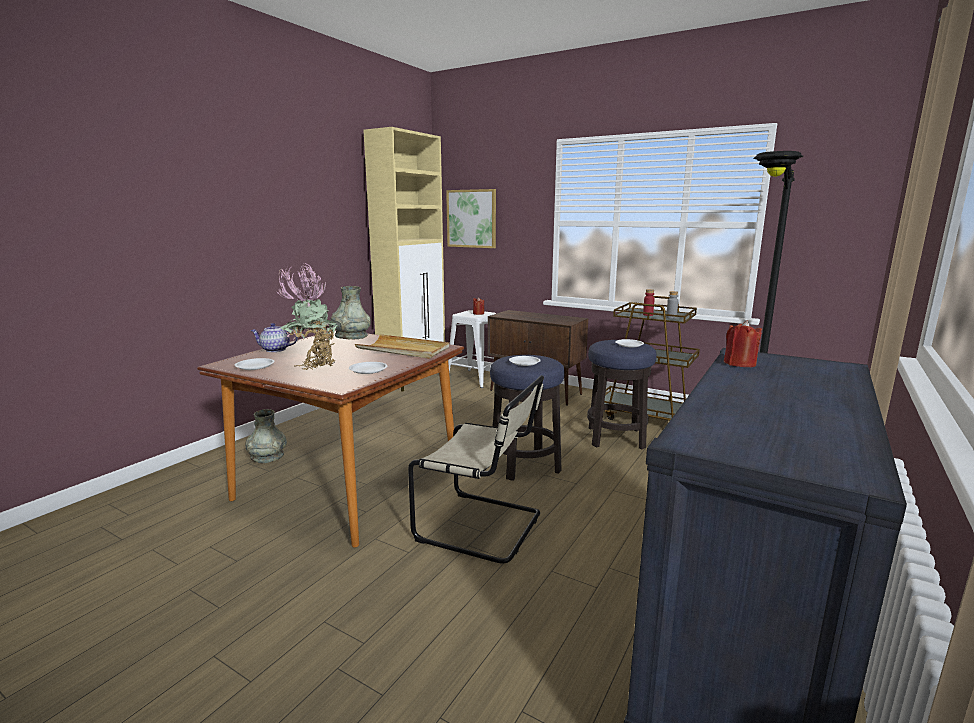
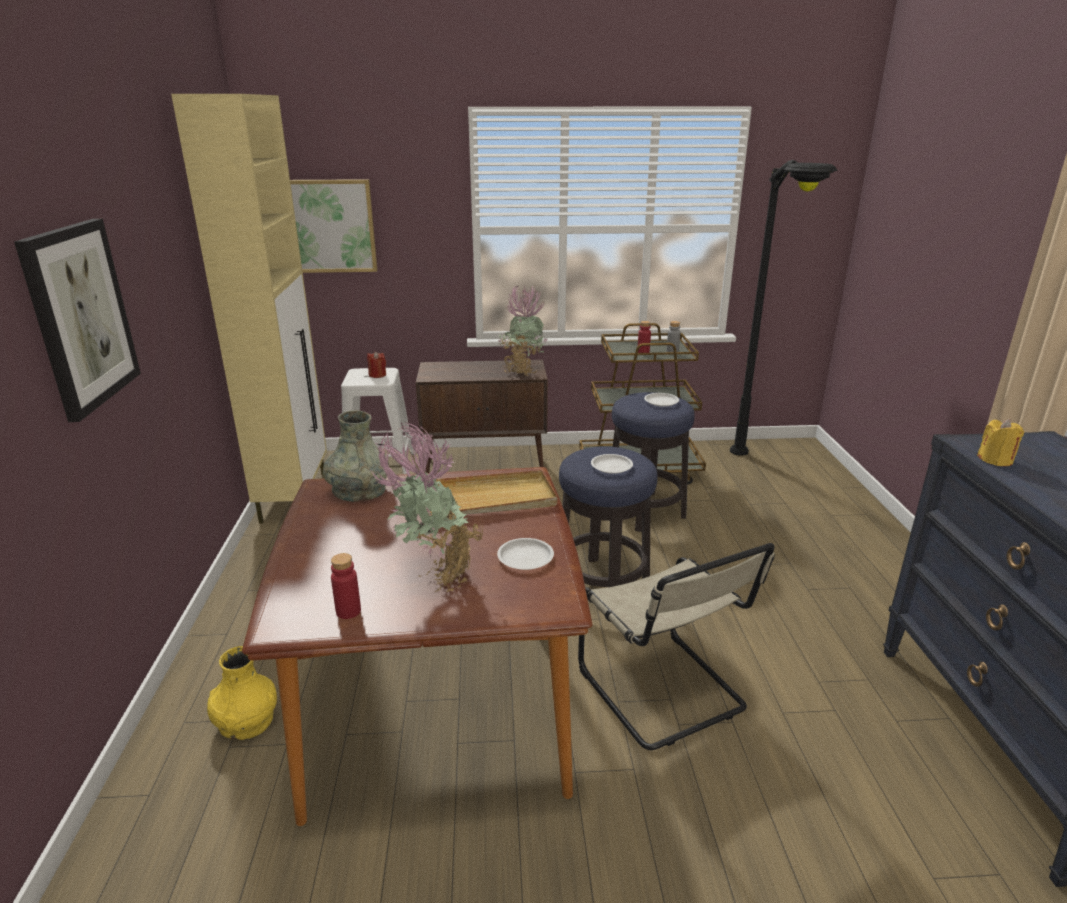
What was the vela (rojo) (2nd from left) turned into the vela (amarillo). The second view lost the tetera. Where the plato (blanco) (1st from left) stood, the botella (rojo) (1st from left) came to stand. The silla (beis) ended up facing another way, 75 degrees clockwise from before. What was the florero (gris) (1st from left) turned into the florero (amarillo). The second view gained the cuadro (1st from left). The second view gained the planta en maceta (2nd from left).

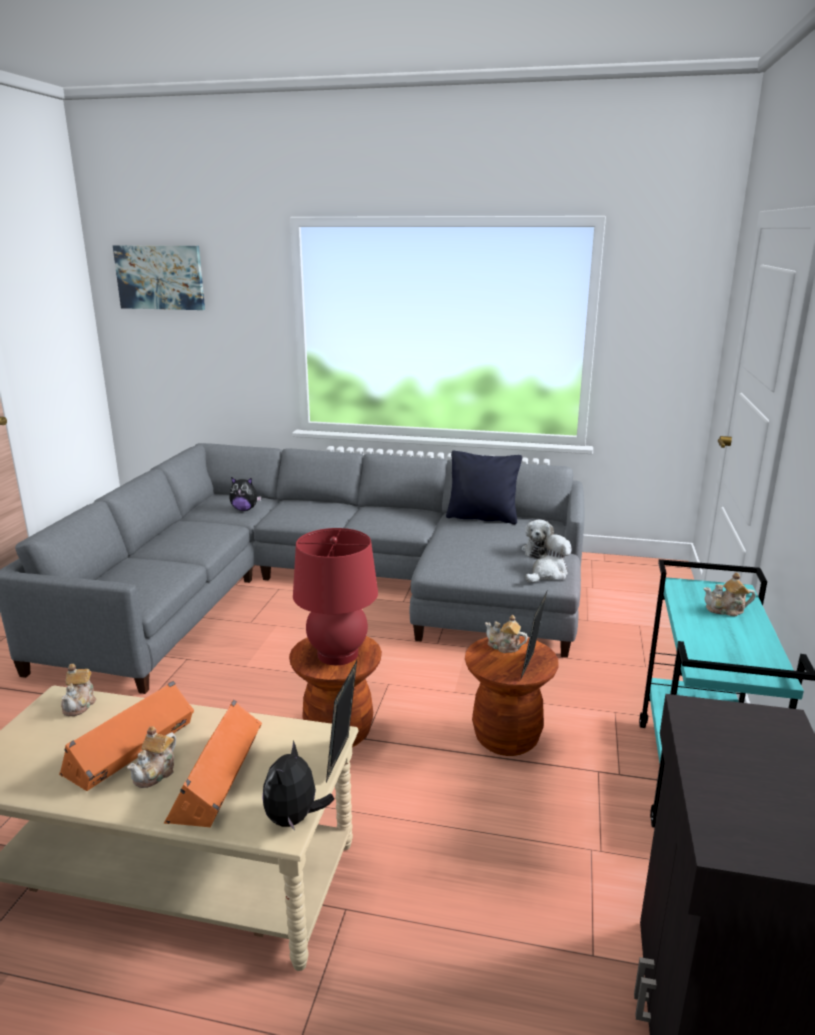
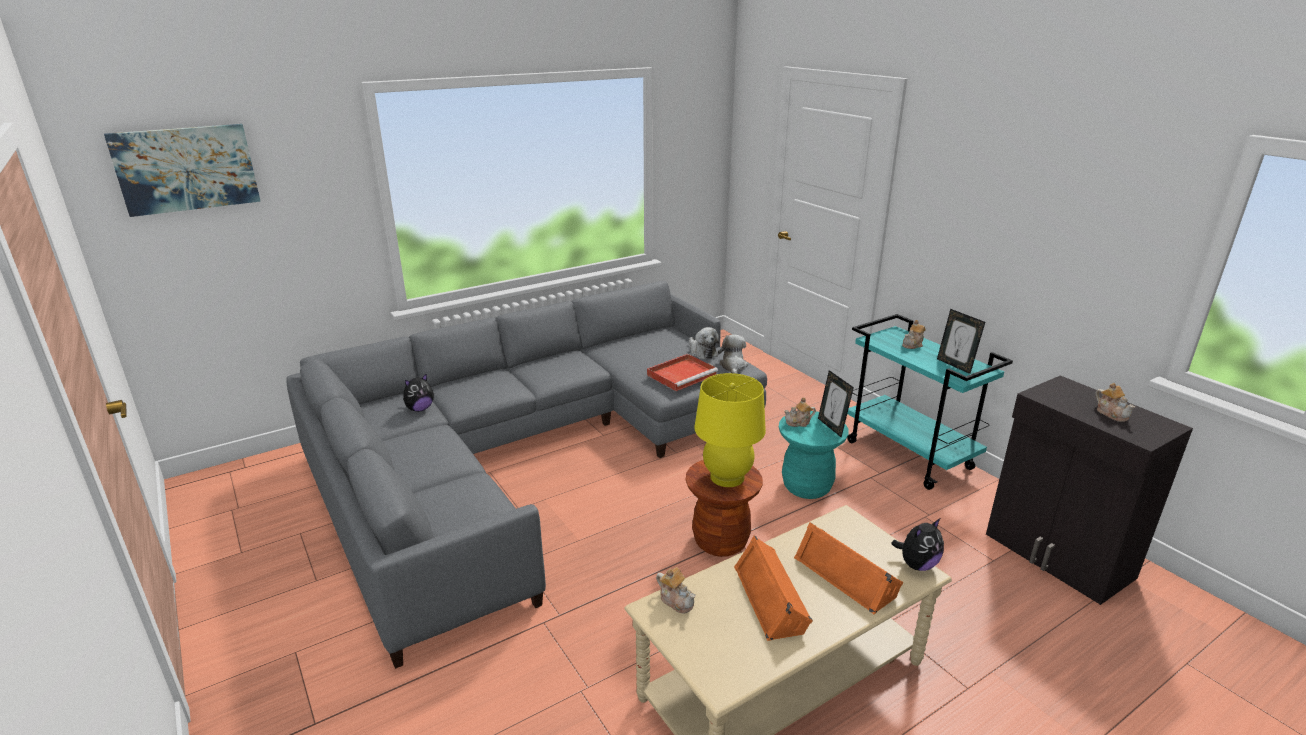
The second view lost the cojín (negro). What was the lámpara de mesa (rojo) turned into the lámpara de mesa (amarillo). What was the taburete (marrón) (2nd from left) turned into the taburete (turquesa). The portarretratos (1st from left in the first image) ended up elsewhere. The tetera (2nd from left in the first image) ended up elsewhere. The peluche (2nd from left in the first image) ended up facing another way, 90 degrees counterclockwise from before. The second view gained the bandeja (rojo).

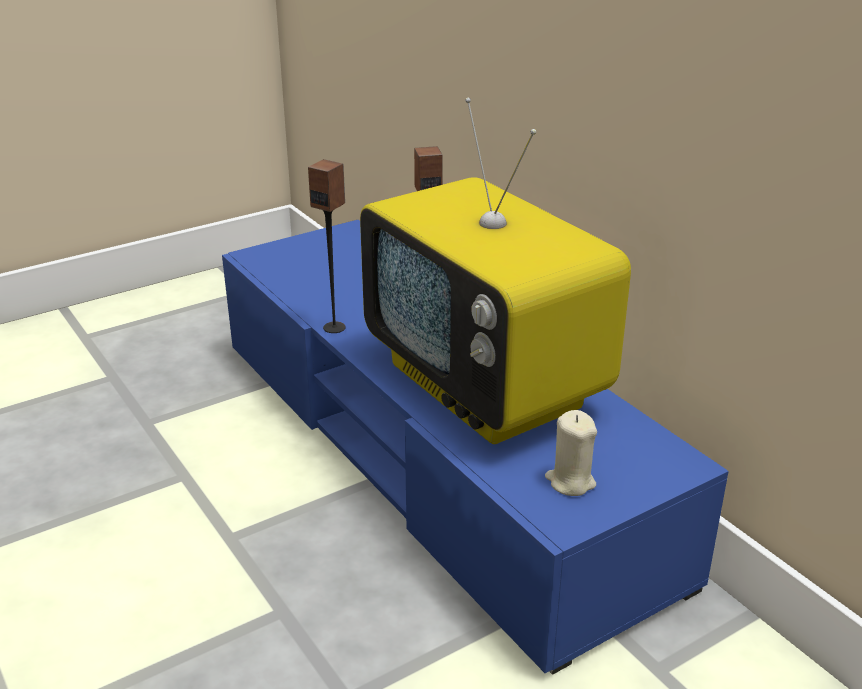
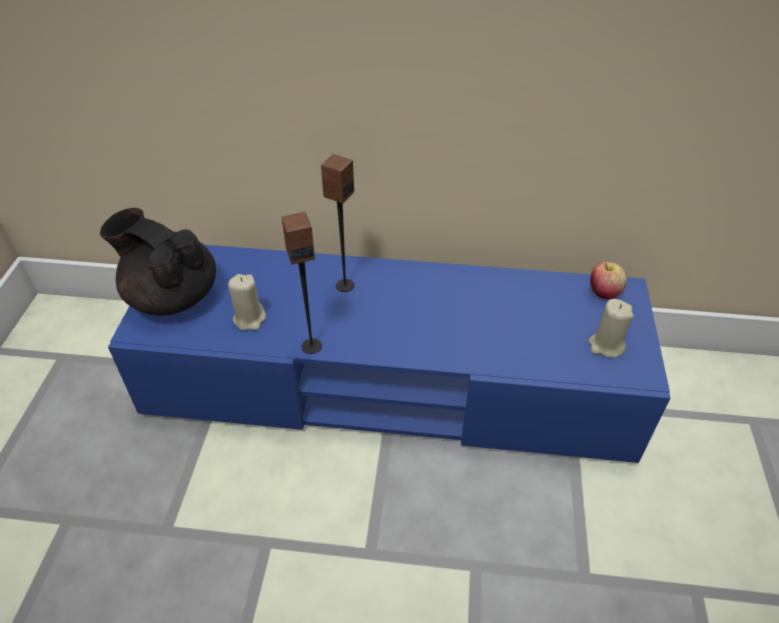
The second view lost the televisor. The second view gained the tetera (negro). The second view gained the manzana. The second view gained the vela (beis) (1st from left).

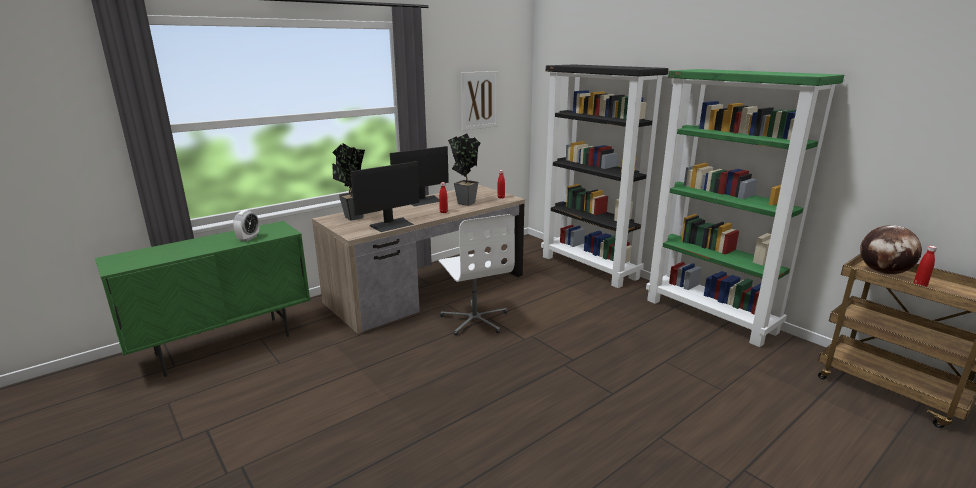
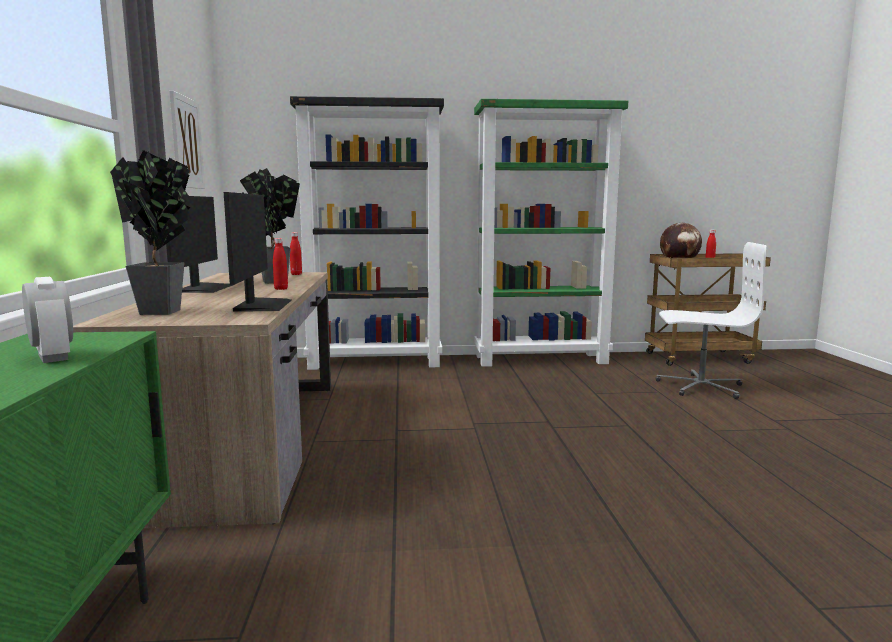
The silla de oficina (blanco) ended up elsewhere.

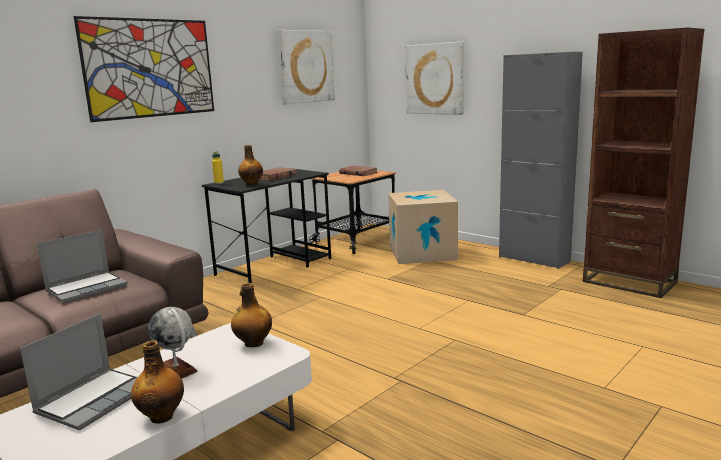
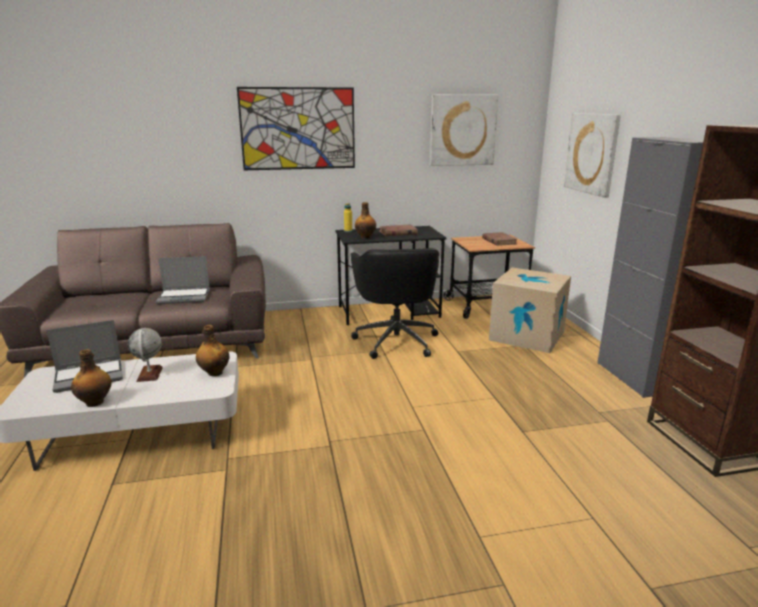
The second view gained the silla de oficina (negro).

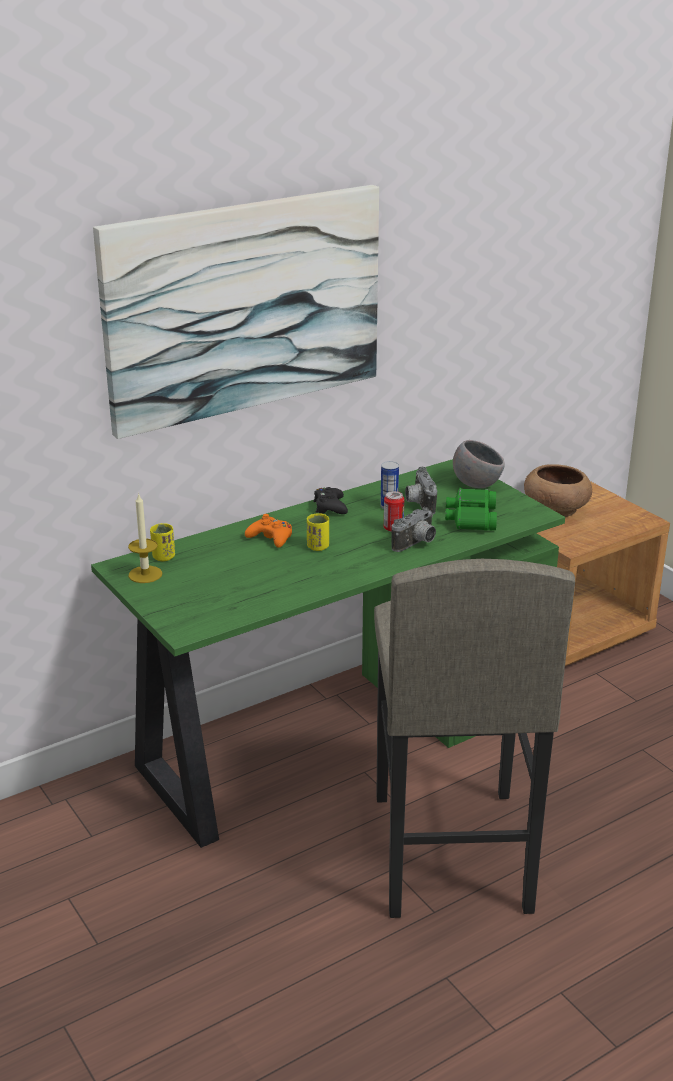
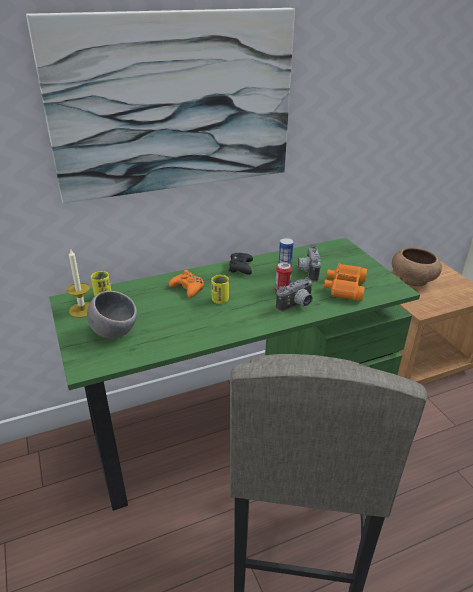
The cuenco (gris) ended up elsewhere. What was the prismáticos (verde) turned into the prismáticos (naranja).

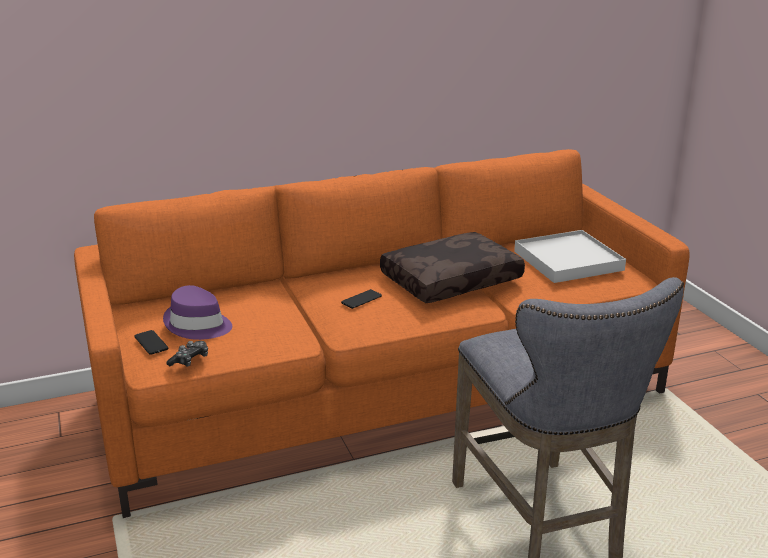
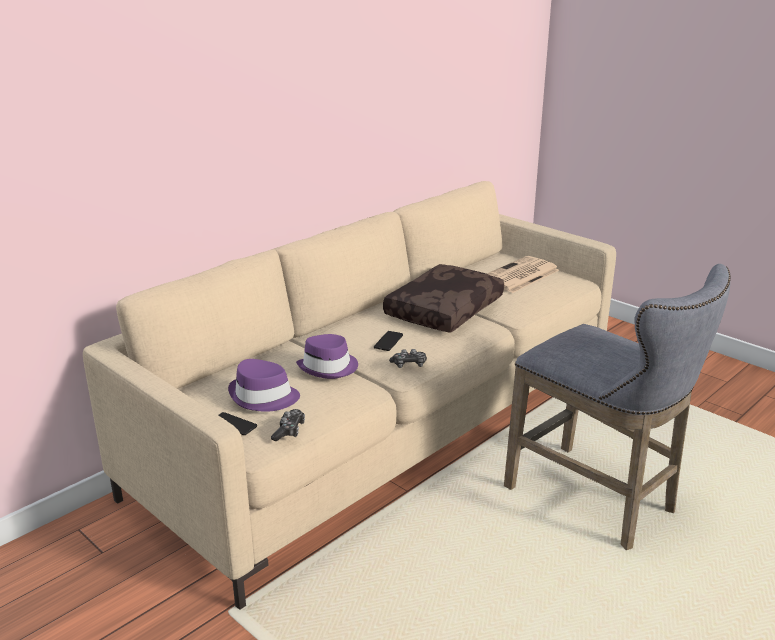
What was the sofá (naranja) turned into the sofá (beis). Where the bandeja (blanco) stood, the periódico came to stand. The second view gained the sombrero (morado) (2nd from left). The second view gained the mando de consola (2nd from left).

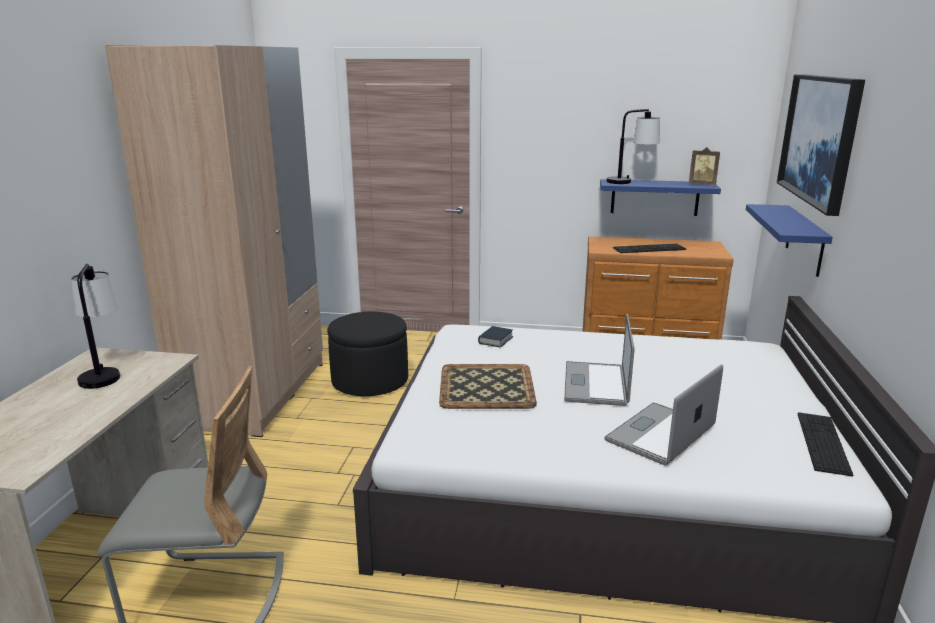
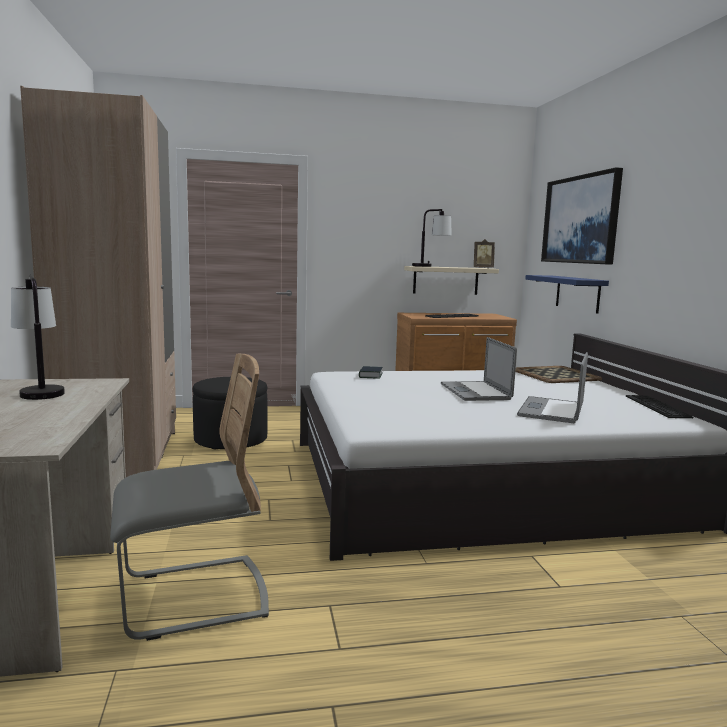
What was the estante (azul) (1st from left) turned into the estante (beis). The bandeja ended up elsewhere.

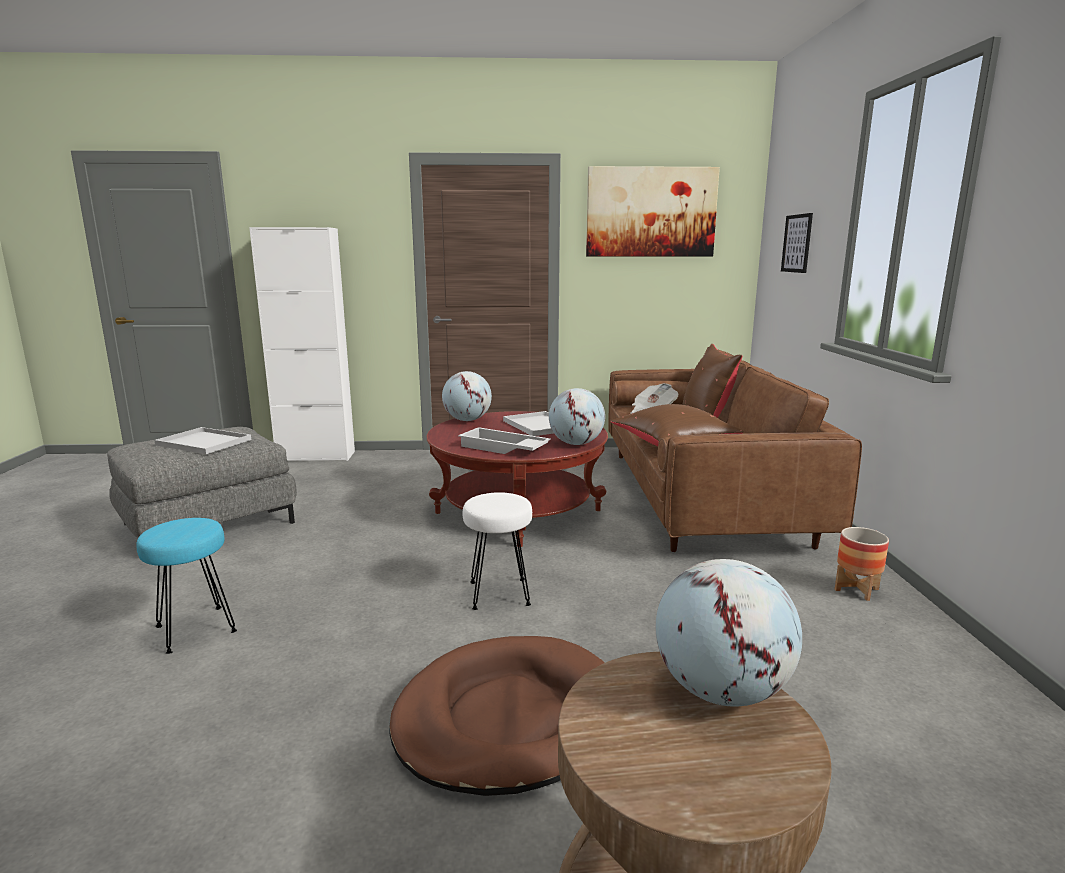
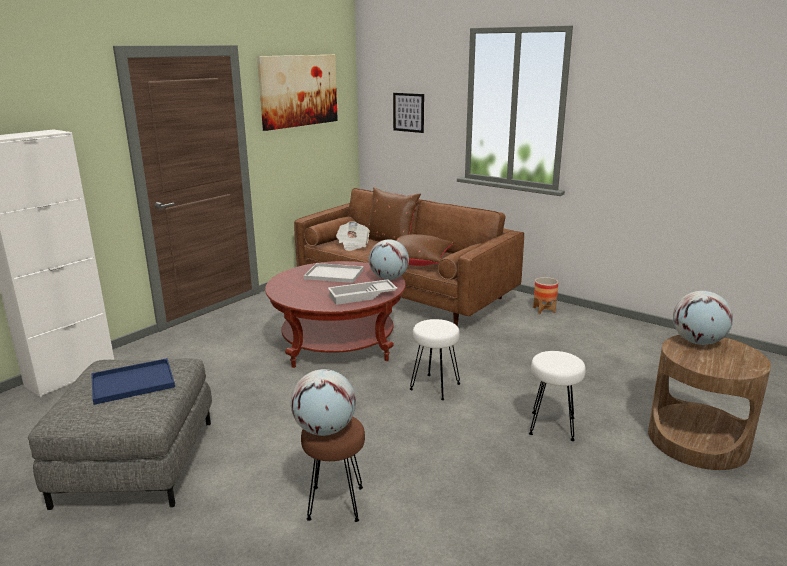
The globo terráqueo (1st from left) ended up elsewhere. What was the bandeja (blanco) (1st from left) turned into the bandeja (azul). What was the taburete (turquesa) turned into the taburete (marrón). Where the cama para perro (marrón) stood, the taburete (blanco) (2nd from left) came to stand.

